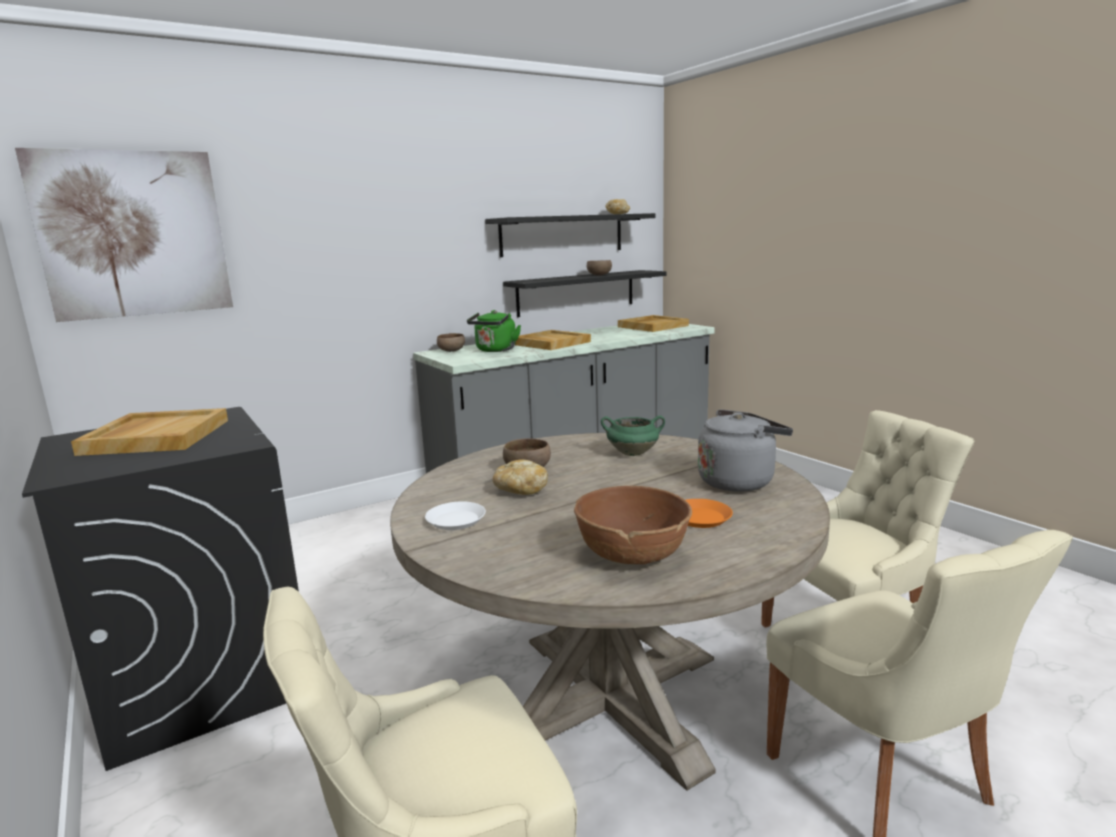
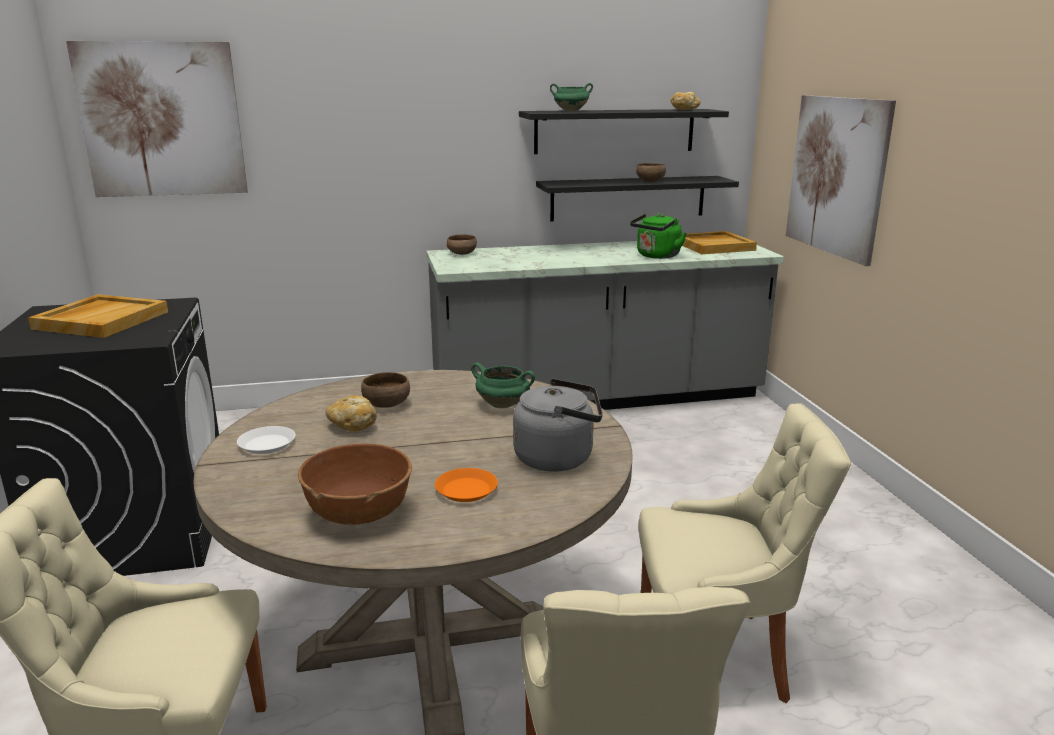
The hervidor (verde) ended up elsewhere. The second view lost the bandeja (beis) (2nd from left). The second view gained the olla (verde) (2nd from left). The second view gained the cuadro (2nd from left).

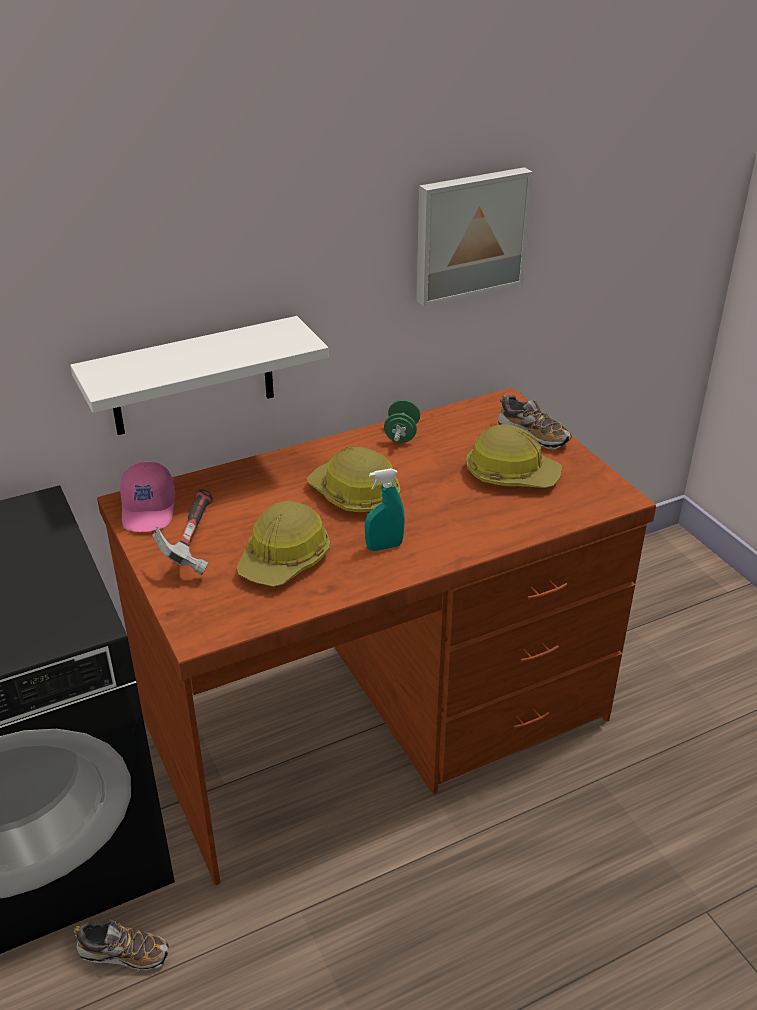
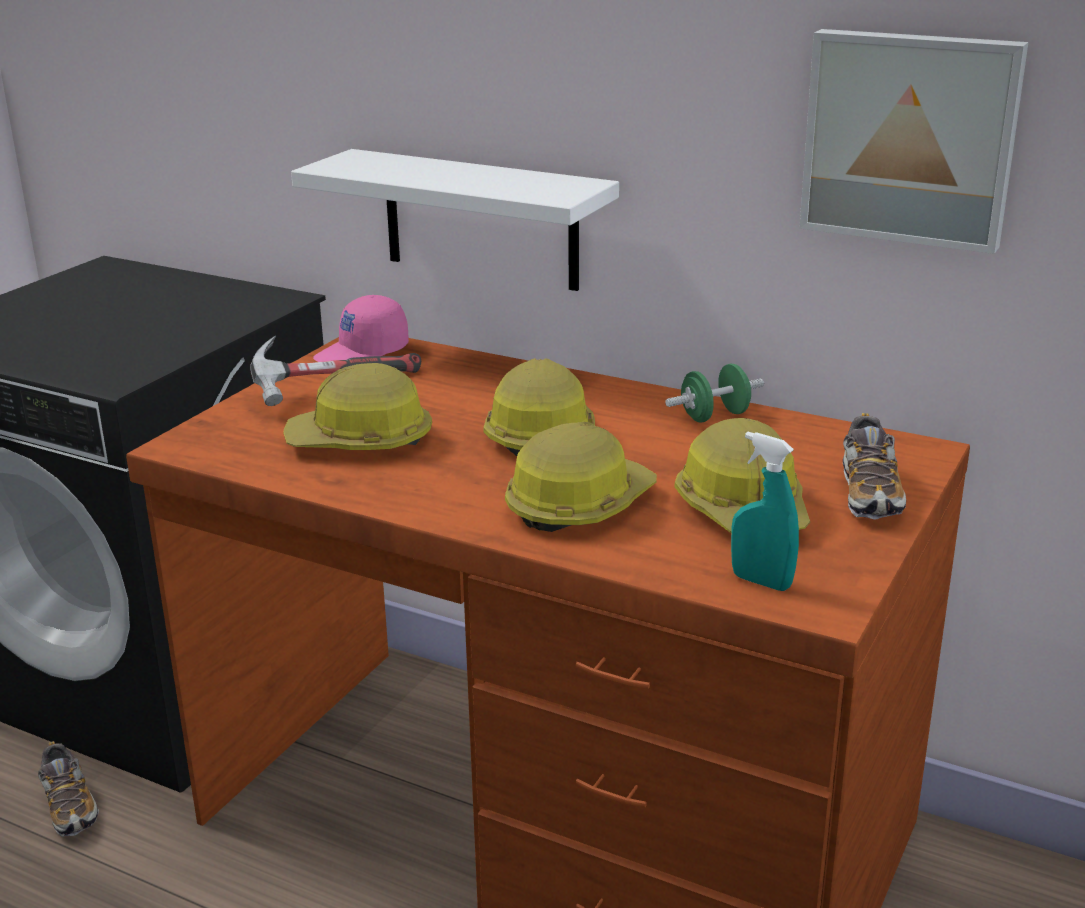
The pulverizador (turquesa) ended up elsewhere. The second view gained the casco (3rd from left).

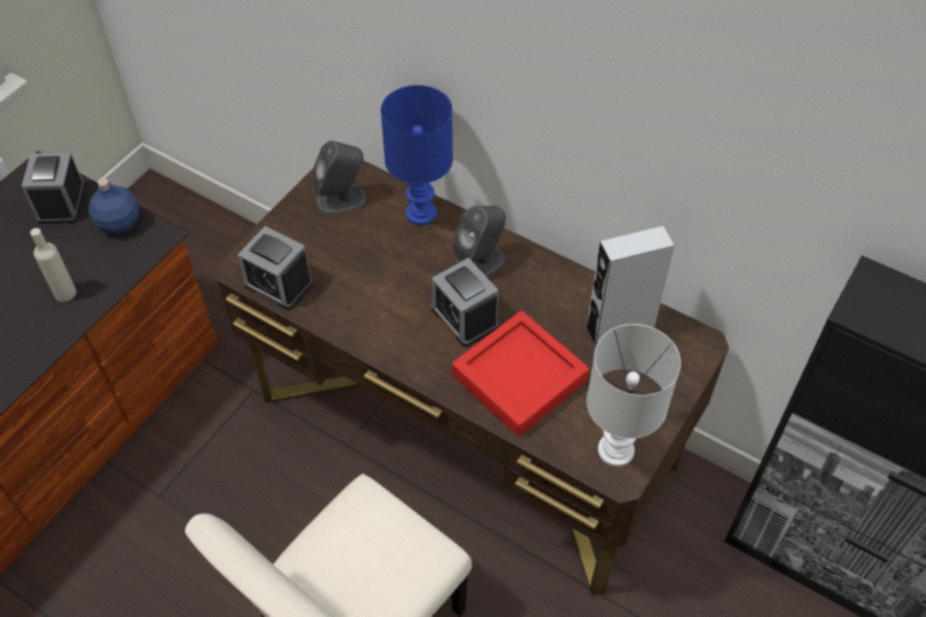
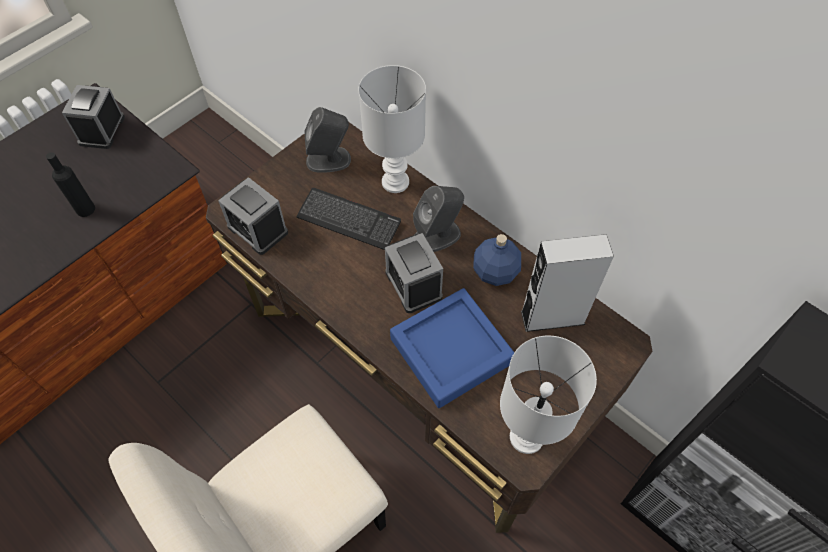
What was the lámpara de mesa (azul) turned into the lámpara de mesa (blanco) (1st from left). The botella (azul) ended up elsewhere. What was the botella (beis) turned into the botella (negro). What was the bandeja (rojo) turned into the bandeja (azul). The second view gained the teclado.

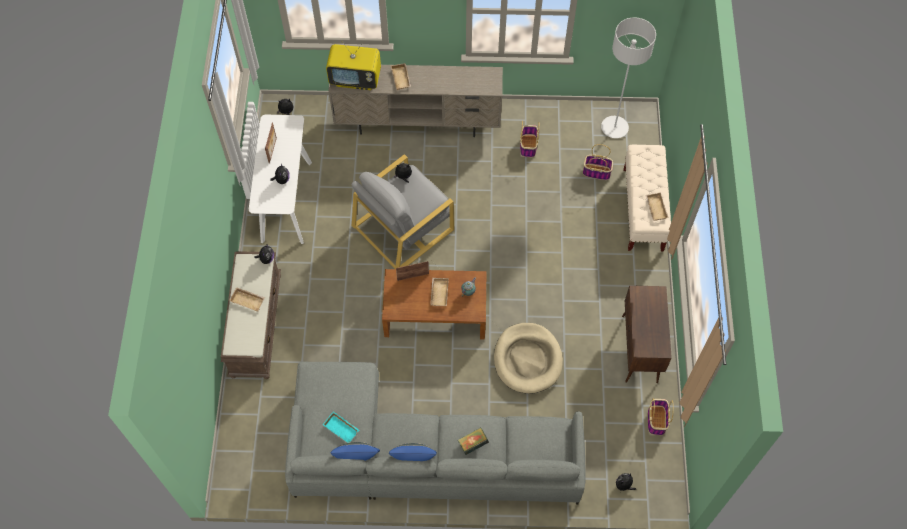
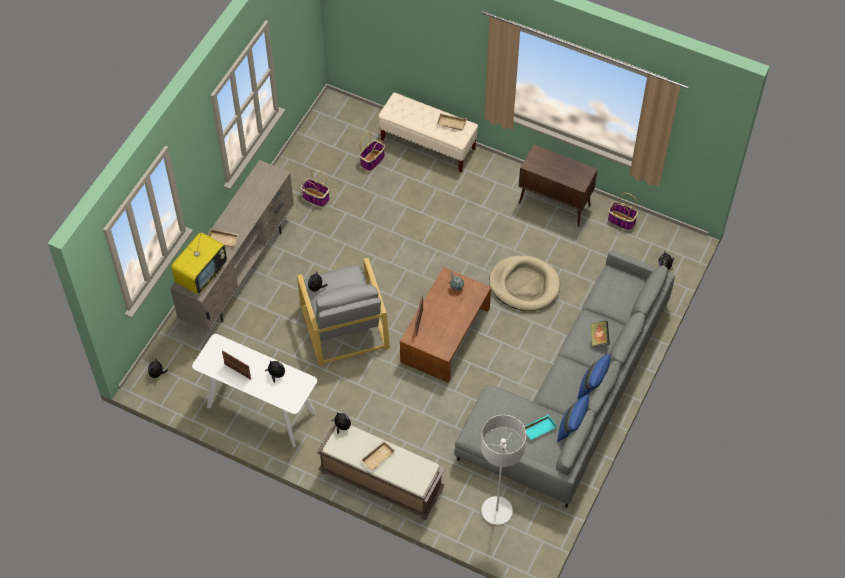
The lámpara de pie (gris) ended up elsewhere. The second view lost the bandeja (beis) (3rd from left).

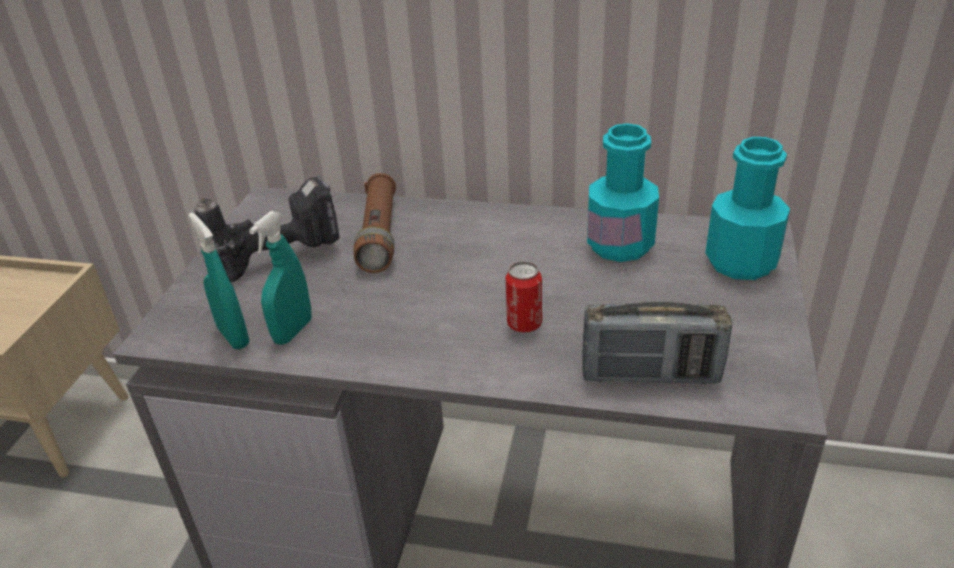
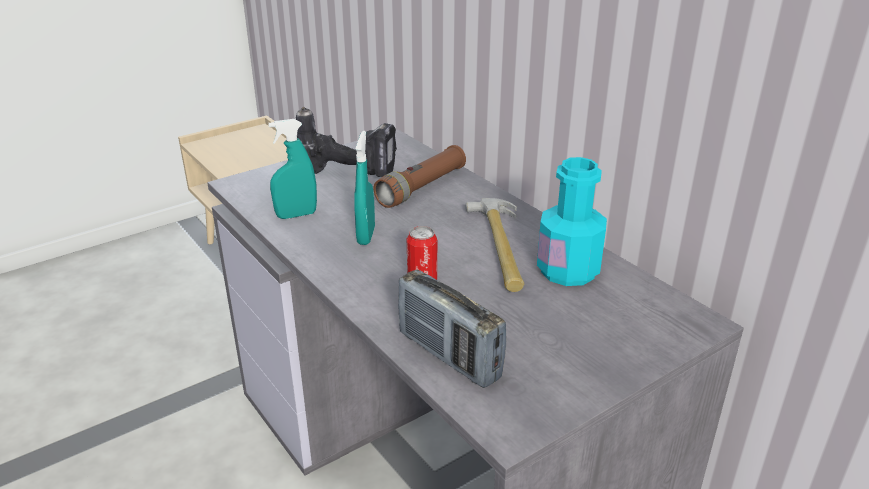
The second view lost the botella (turquesa) (2nd from left). The pulverizador (turquesa) (1st from left in the first image) ended up elsewhere. The second view gained the martillo.

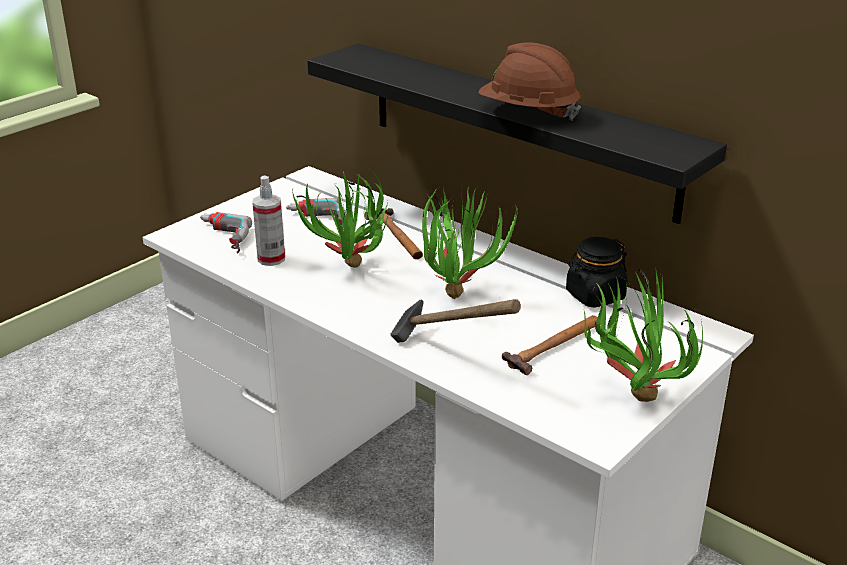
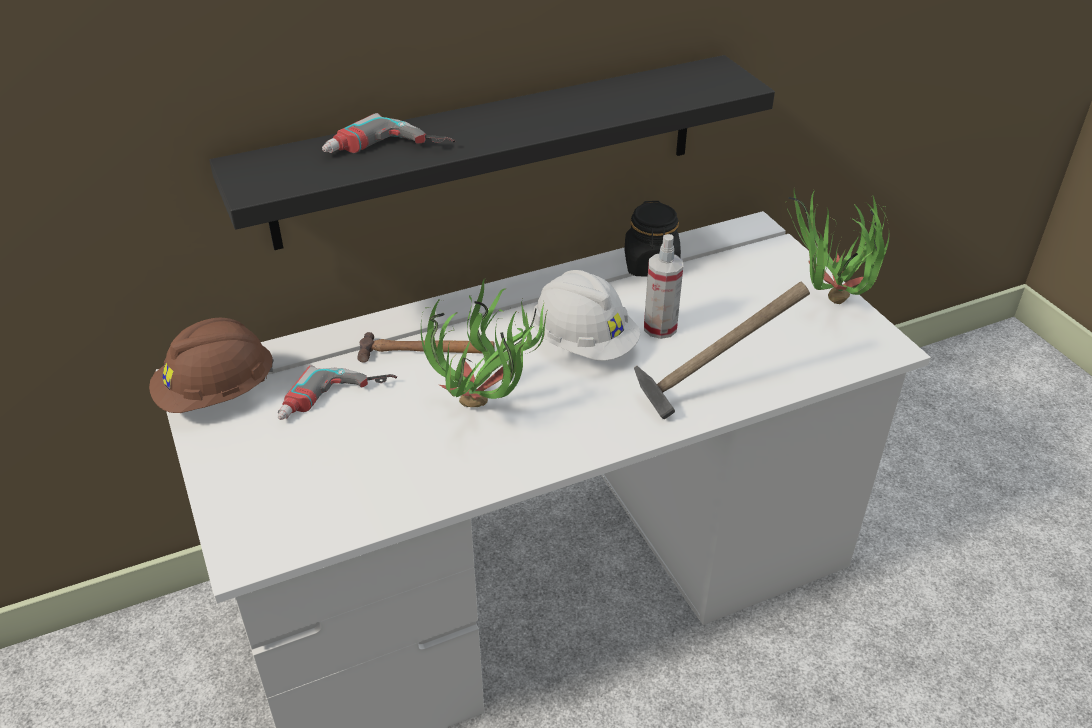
The casco (marrón) ended up elsewhere. The pulverizador ended up elsewhere. Where the planta en maceta (2nd from left) stood, the casco (blanco) came to stand. The taladro (1st from left in the first image) ended up elsewhere. The second view lost the martillo (3rd from left).

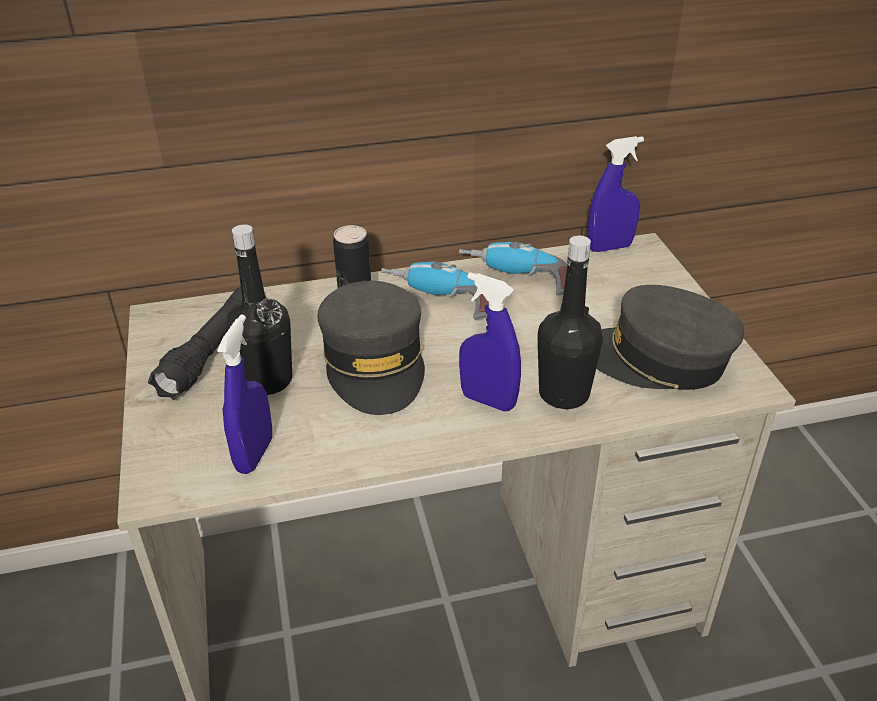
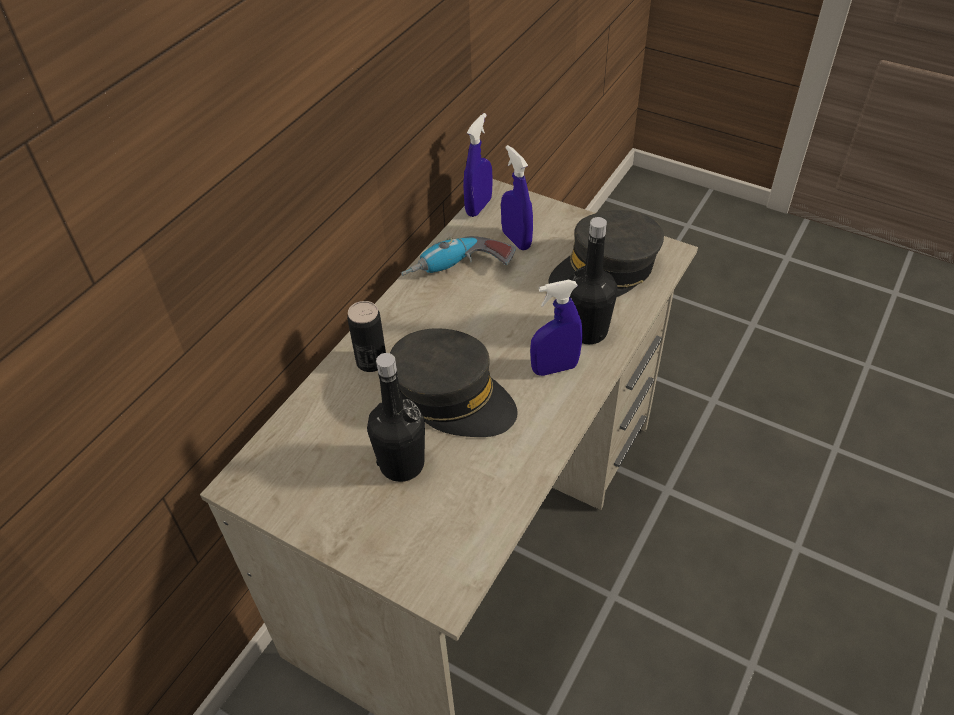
The second view lost the taladro (1st from left). The second view lost the linterna (negro). The pulverizador (azul) (1st from left in the first image) ended up elsewhere.

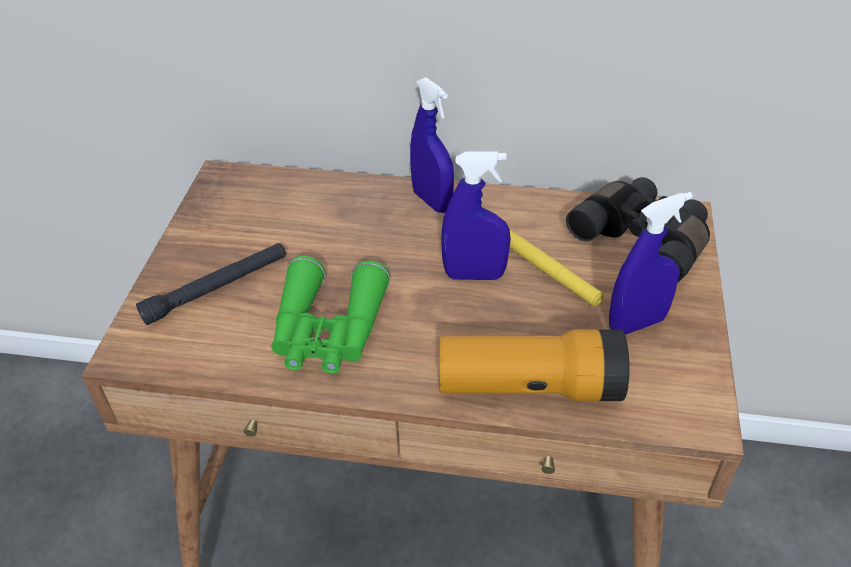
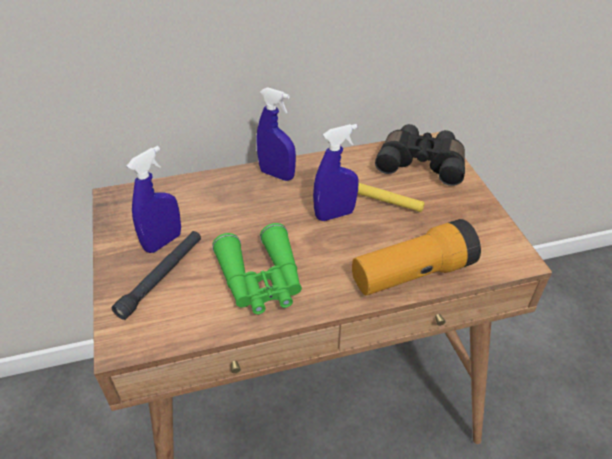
The pulverizador (azul) (3rd from left in the first image) ended up elsewhere.

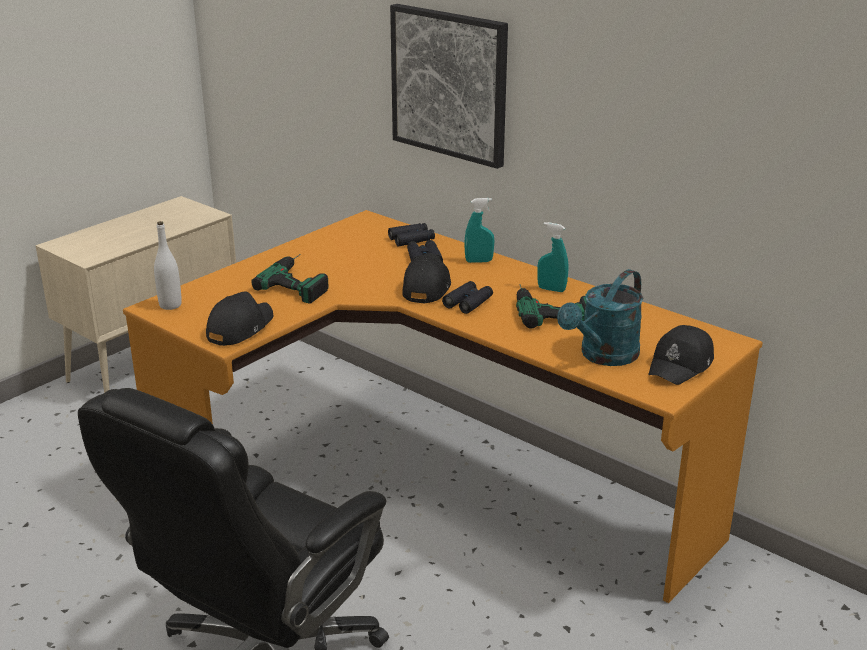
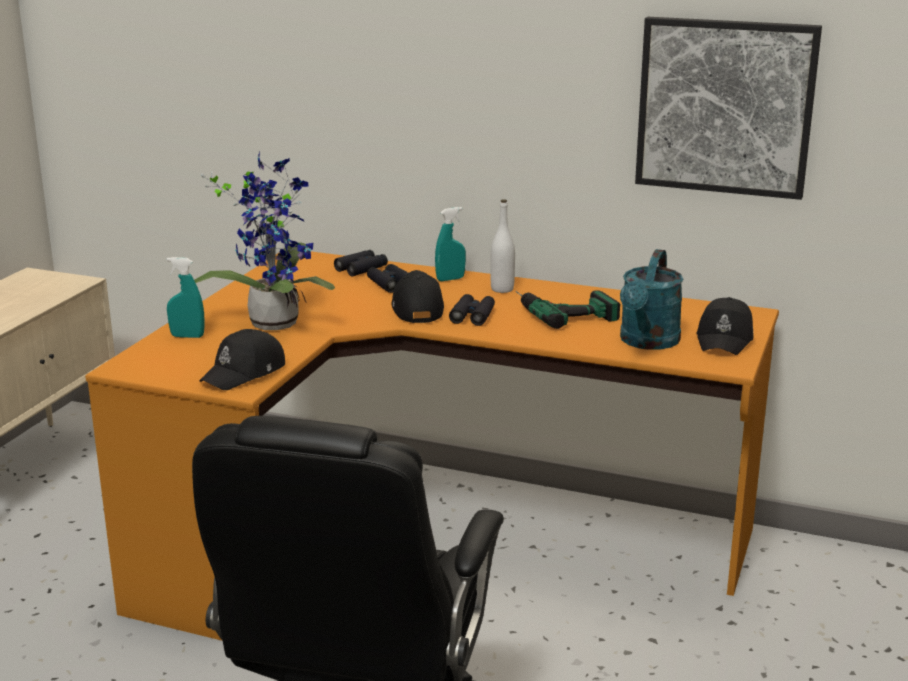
The cuadro ended up elsewhere. The botella (blanco) ended up elsewhere. The pulverizador (turquesa) (2nd from left in the first image) ended up elsewhere. Where the taladro (1st from left) stood, the planta en maceta came to stand. The gorra (negro) (1st from left) ended up facing another way, 150 degrees counterclockwise from before.

